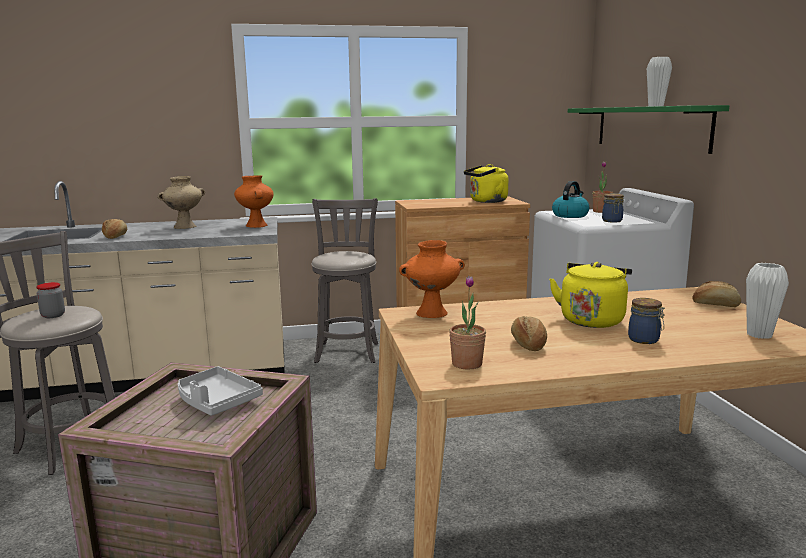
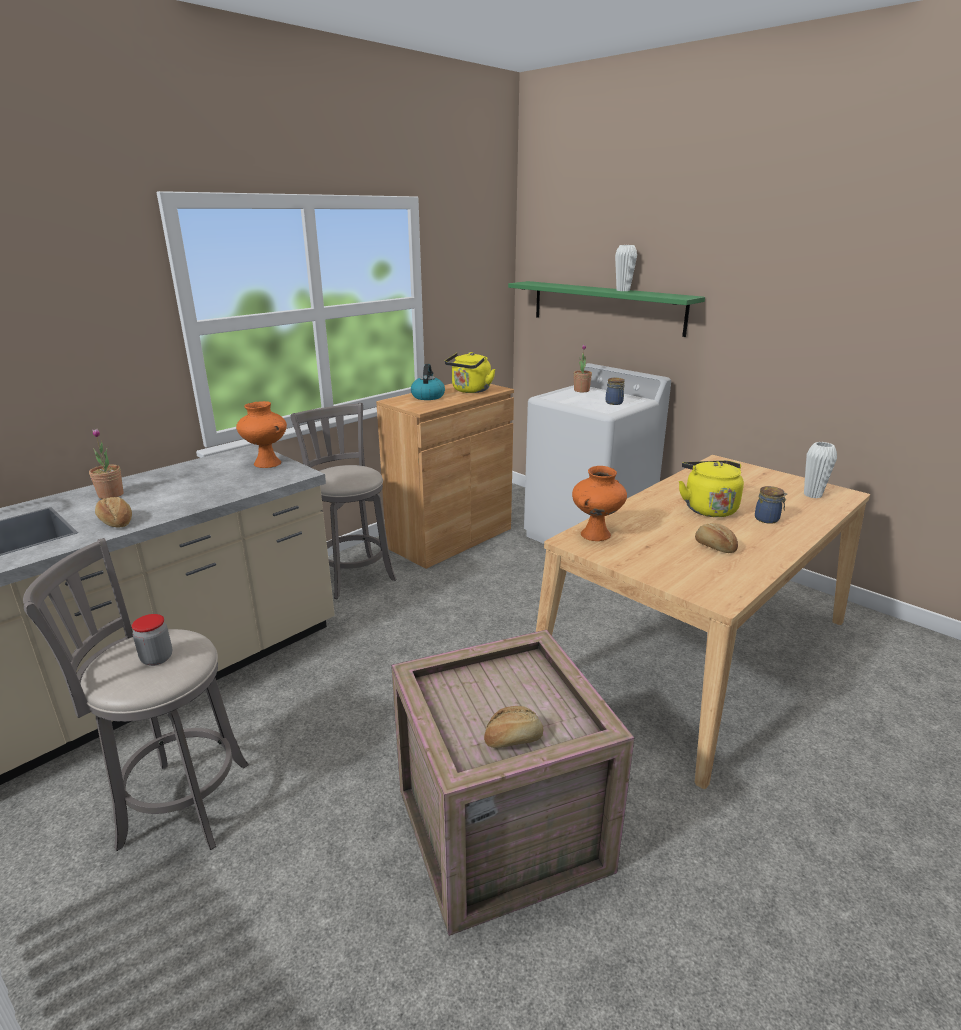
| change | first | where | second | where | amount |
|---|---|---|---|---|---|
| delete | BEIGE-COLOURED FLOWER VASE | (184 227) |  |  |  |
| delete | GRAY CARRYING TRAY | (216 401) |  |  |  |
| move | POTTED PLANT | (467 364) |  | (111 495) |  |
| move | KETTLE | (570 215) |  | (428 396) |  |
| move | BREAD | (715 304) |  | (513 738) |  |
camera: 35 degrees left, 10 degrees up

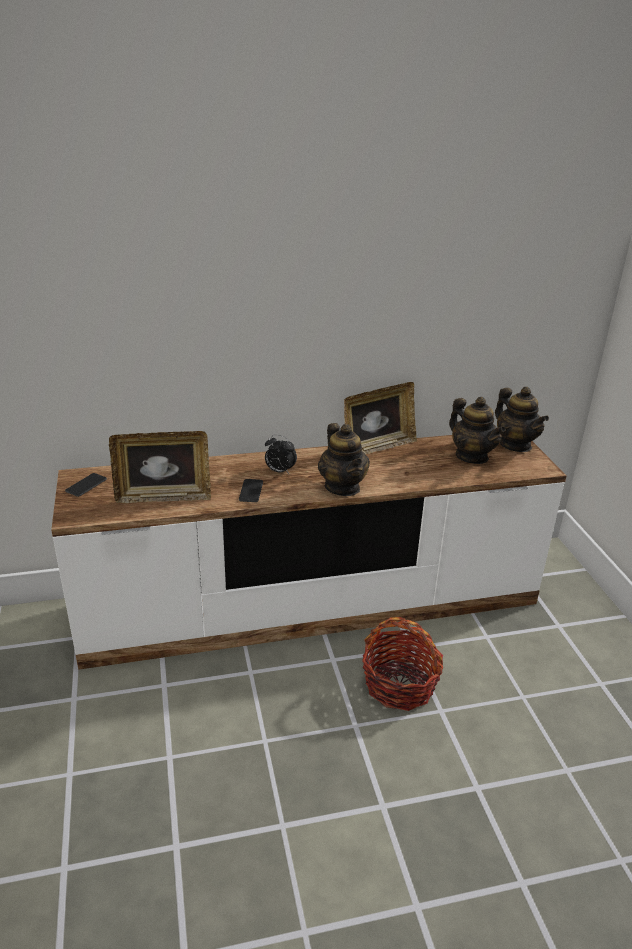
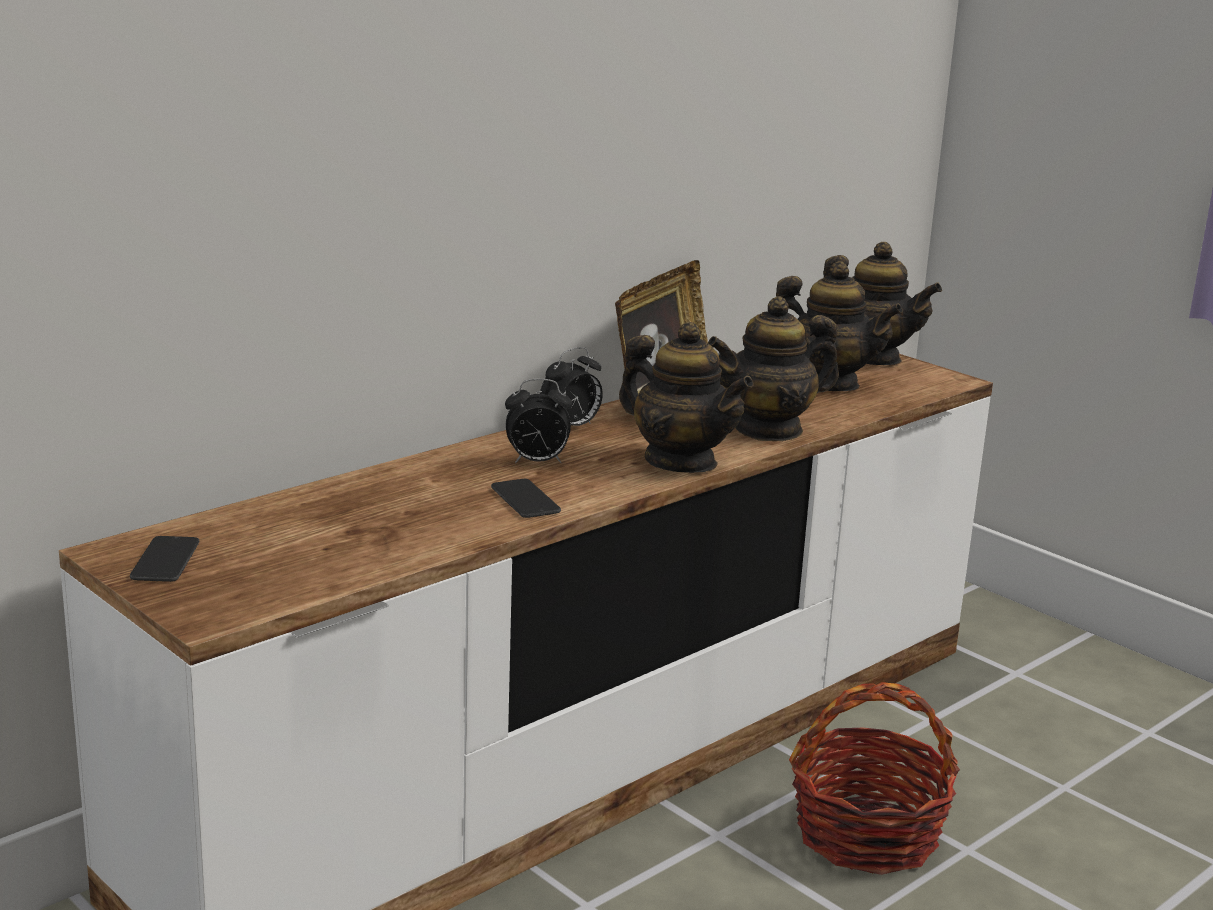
| change | first | where | second | where | amount |
|---|---|---|---|---|---|
| delete | PICTURE FRAME | (163 497) |  |  |  |
| insert |  |  | BEDSIDE CLOCK | (571 427) |  |
| insert |  |  | TEAPOT | (769 429) |  |
camera: 30 degrees left, 10 degrees down

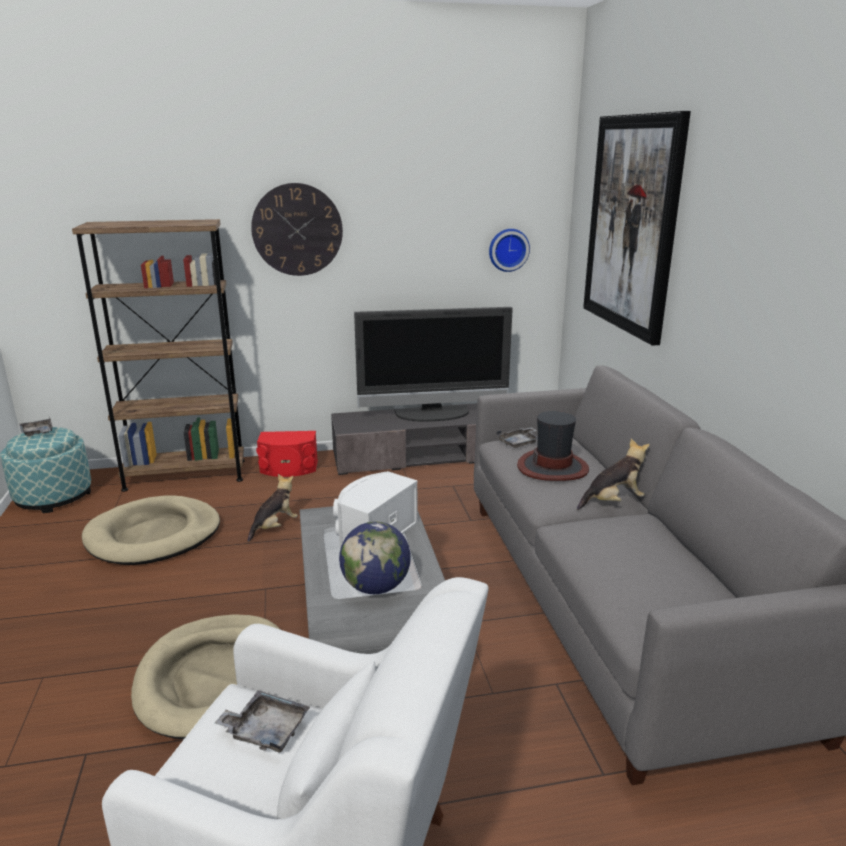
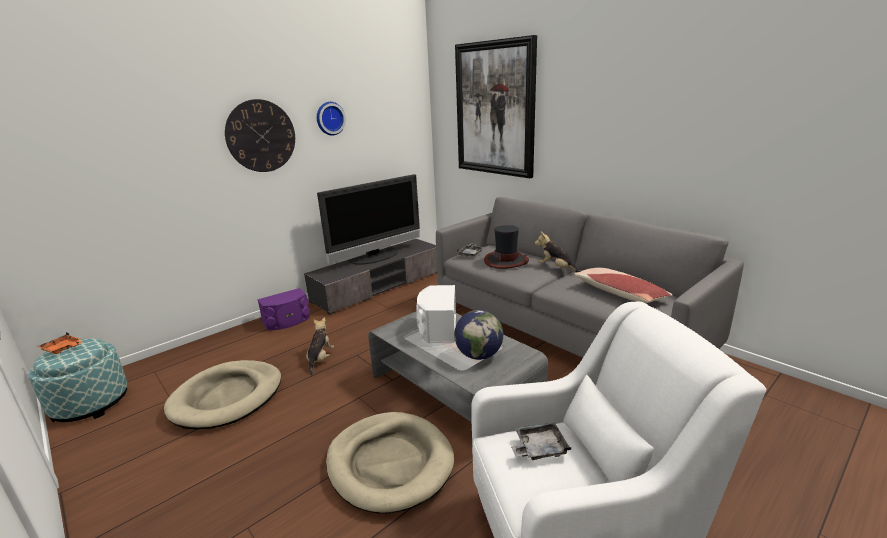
| change | first | where | second | where | amount |
|---|---|---|---|---|---|
| delete | BROWN BOOKSHELF | (185 475) |  |  |  |
| insert |  |  | CUSHION | (619 293) |  |
| move | CLOCK ON THE WALL | (508 249) |  | (329 118) |  |
| recolor | GRAY CARRYING TRAY | (38 433) | ORANGE CARRYING TRAY | (62 349) |  |
| recolor | REDDISH AUDIO SPEAKER | (288 468) | PURPLISH AUDIO SPEAKER | (287 321) |  |
| rotate | PLUSH TOY | (613 502) |  | (556 269) | 90 degrees counterclockwise |
camera: 30 degrees left, 0 degrees up

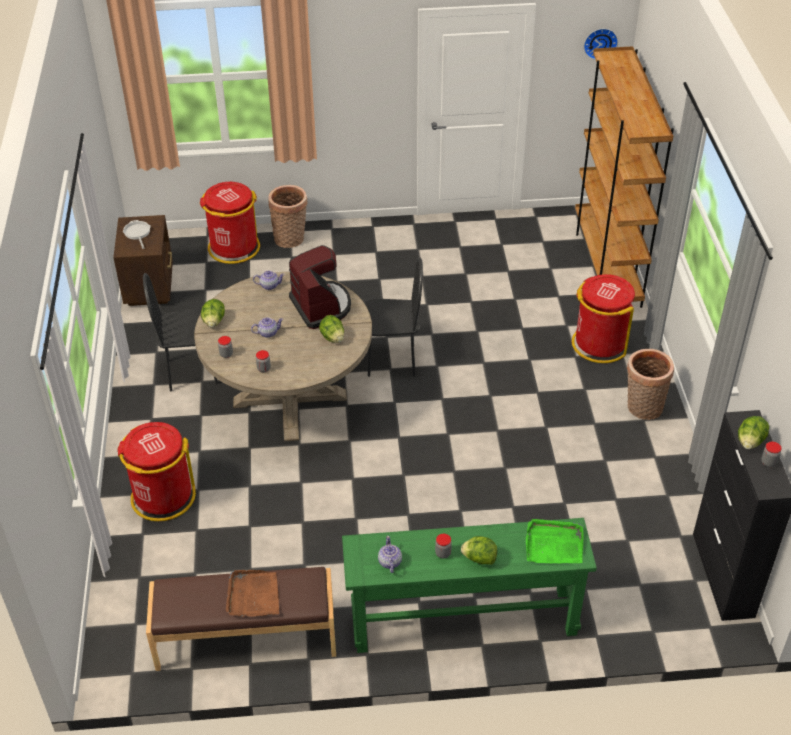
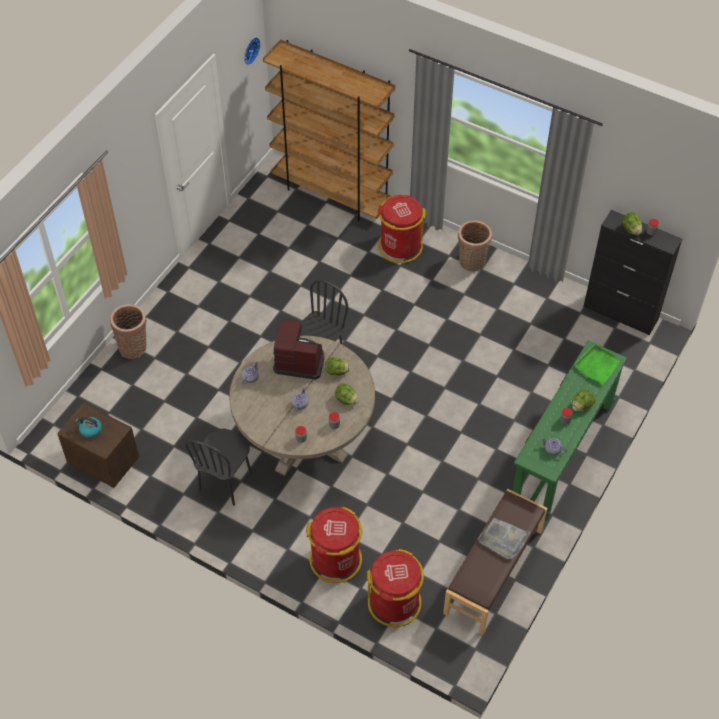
| change | first | where | second | where | amount |
|---|---|---|---|---|---|
| move | REDDISH TRASH CAN | (233 248) |  | (395 603) |  |
| move | LETTUCE HEAD | (214 322) |  | (346 400) |  |
| replace | FRYING PAN | (137 233) | KETTLE | (90 430) |  |
| recolor | BROWN CARRYING TRAY | (253 596) | GRAY CARRYING TRAY | (503 539) |  |
camera: 55 degrees left, 10 degrees up

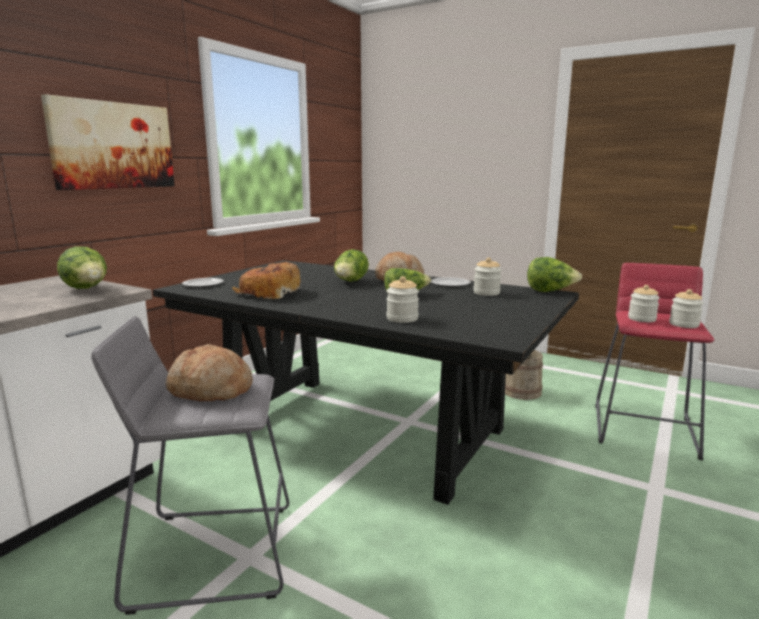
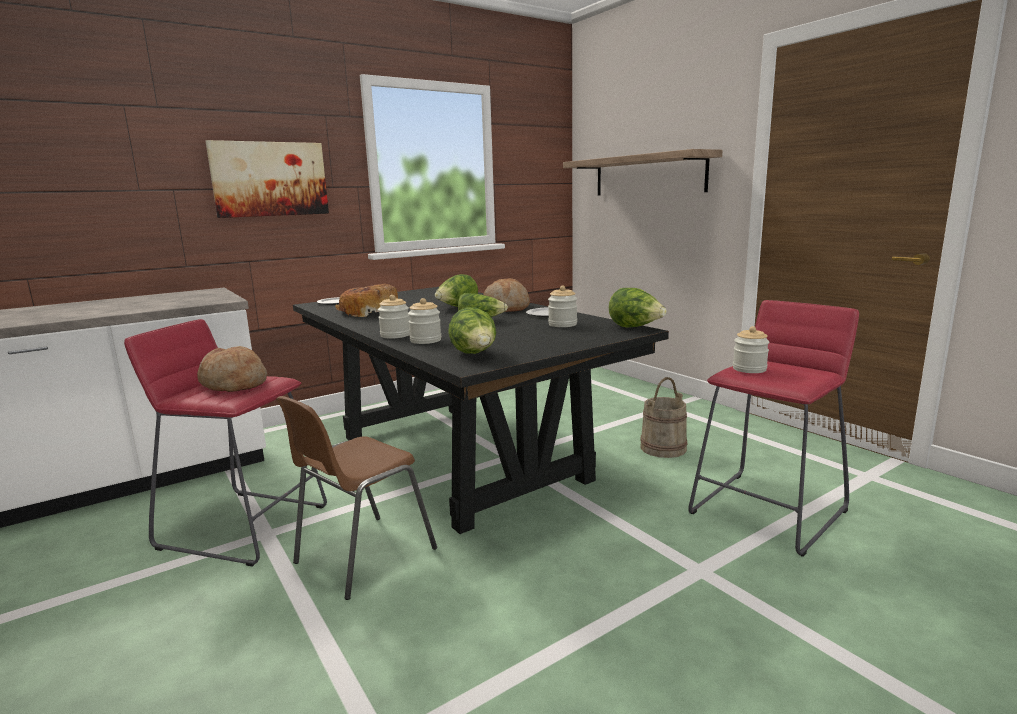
| change | first | where | second | where | amount |
|---|---|---|---|---|---|
| insert |  |  | BROWN PLAIN CHAIR | (361 556) |  |
| insert |  |  | WALL SHELF | (648 175) |  |
| move | LETTUCE HEAD | (87 289) |  | (475 354) |  |
| move | STORAGE JAR | (684 324) |  | (395 335) |  |
| recolor | GRAY STOOL | (213 554) | REDDISH STOOL | (244 526) |  |
camera: 25 degrees right, 0 degrees up

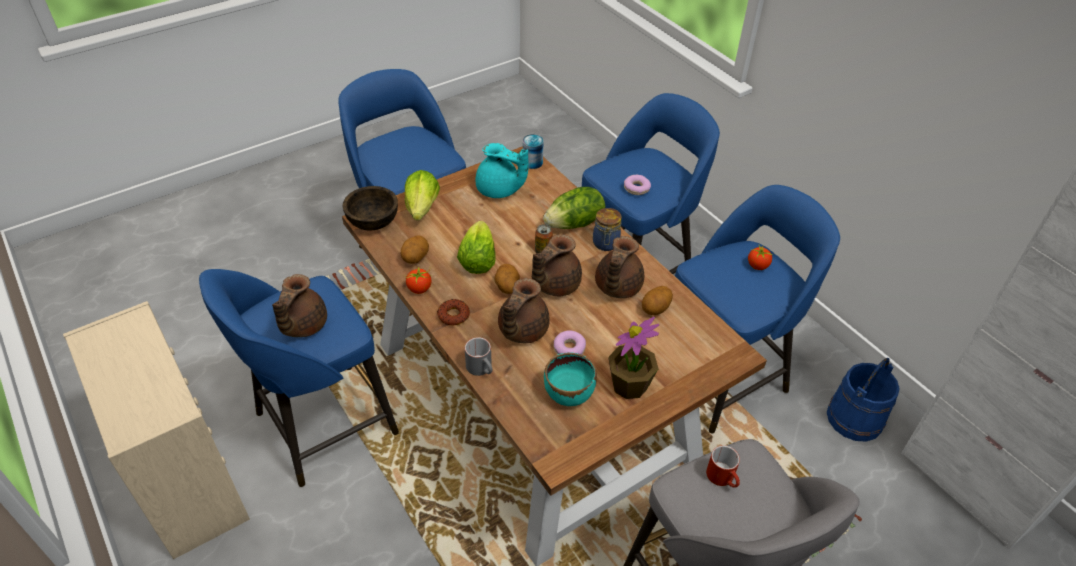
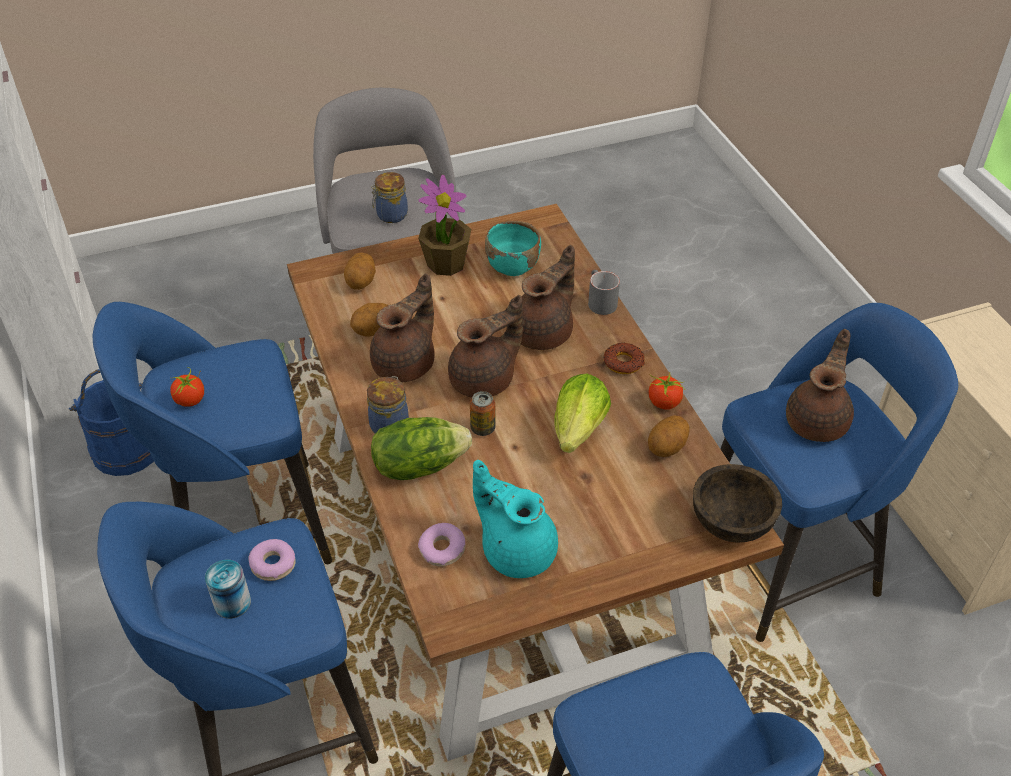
| change | first | where | second | where | amount |
|---|---|---|---|---|---|
| delete | LETTUCE HEAD | (422 208) |  |  |  |
| move | SPUD | (507 288) |  | (361 282) |  |
| move | CAN | (532 162) |  | (232 603) |  |
| move | DOUGHNUT | (569 348) |  | (442 549) |  |
| replace | REDDISH MUG | (724 478) | STORAGE JAR | (390 215) |  |
camera: 165 degrees left, 0 degrees up

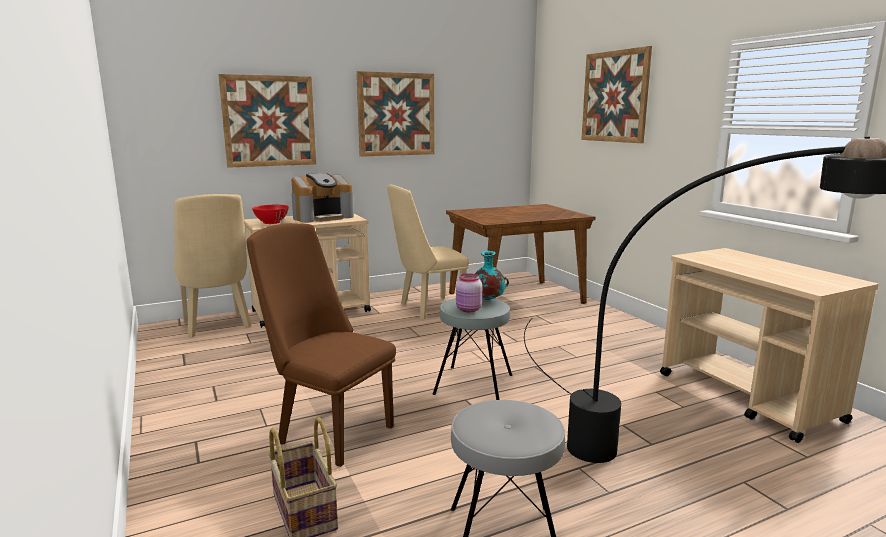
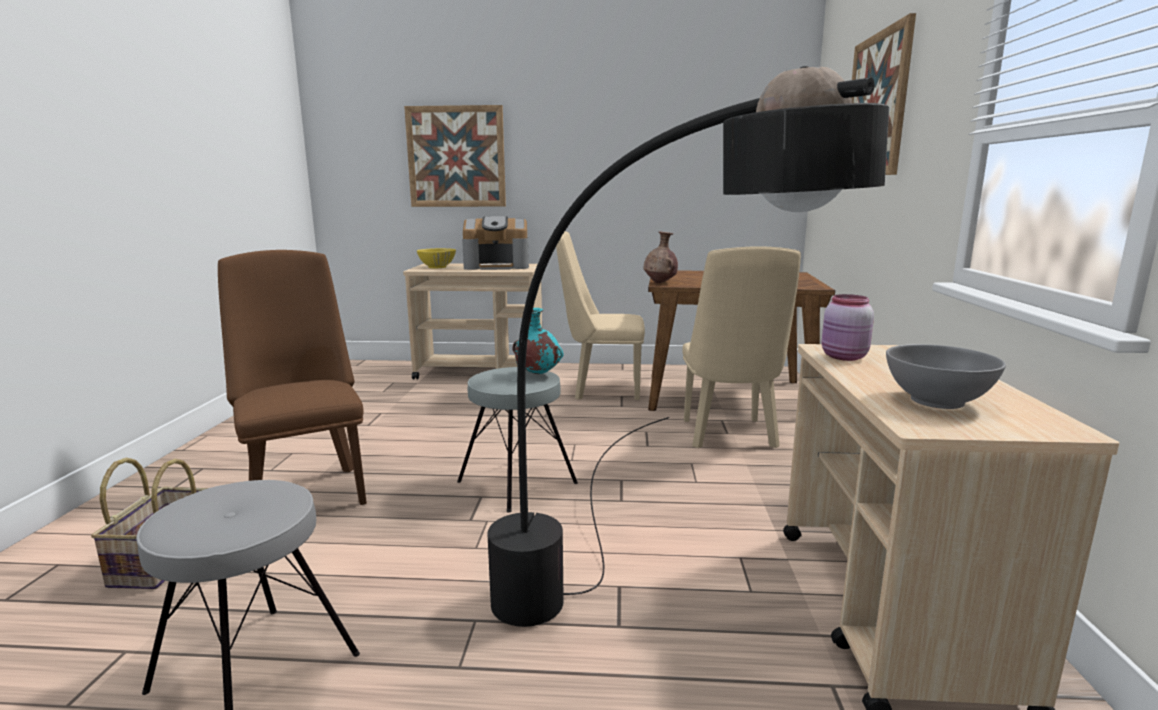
| change | first | where | second | where | amount |
|---|---|---|---|---|---|
| delete | WALL PICTURE | (396 114) |  |  |  |
| insert |  |  | BROWN FLOWER VASE | (660 283) |  |
| insert |  |  | GRAY DEEP DISH | (937 401) |  |
| move | BEIGE-COLOURED PLAIN CHAIR | (217 326) |  | (730 437) |  |
| move | PINK-COLOURED STORAGE JAR | (468 310) |  | (844 357) |  |
| recolor | REDDISH DEEP DISH | (271 222) | YELLOWISH DEEP DISH | (437 267) |  |
camera: 30 degrees right, 0 degrees up

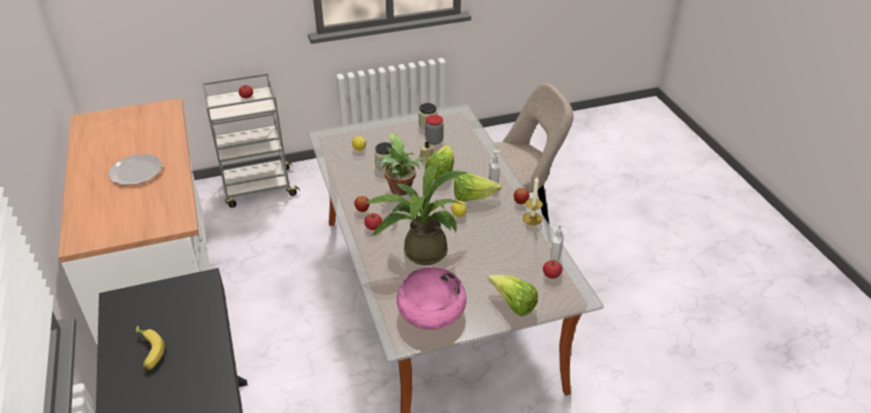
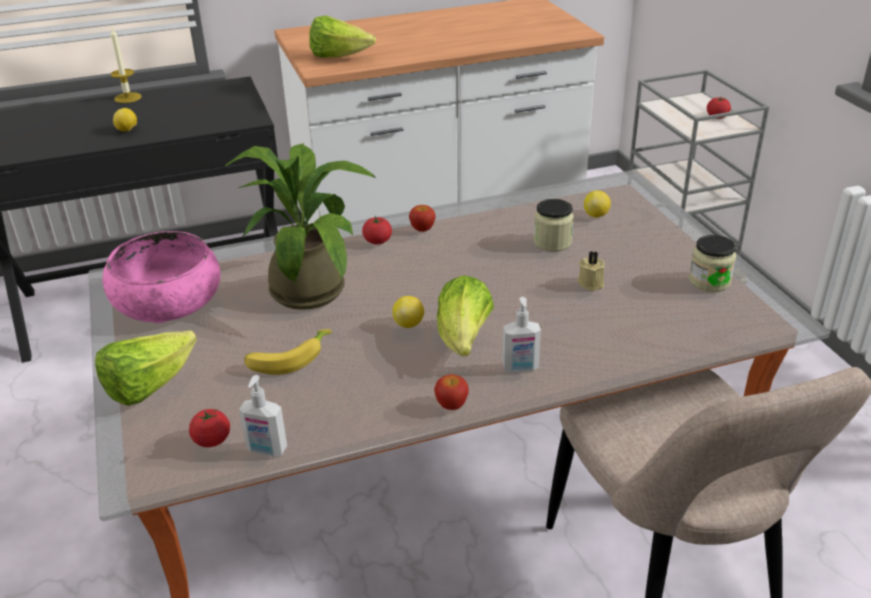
| change | first | where | second | where | amount |
|---|---|---|---|---|---|
| delete | FLAT DISH | (136 172) |  |  |  |
| delete | POTTED PLANT | (401 191) |  |  |  |
| delete | STORAGE JAR | (434 141) |  |  |  |
| insert |  |  | WHOLE LEMON | (127 130) |  |
| move | WHOLE BANANA | (147 352) |  | (288 358) |  |
| move | LETTUCE HEAD | (441 172) |  | (339 57) |  |
| move | WAX CANDLE | (532 218) |  | (128 98) |  |
camera: 90 degrees right, 5 degrees down

